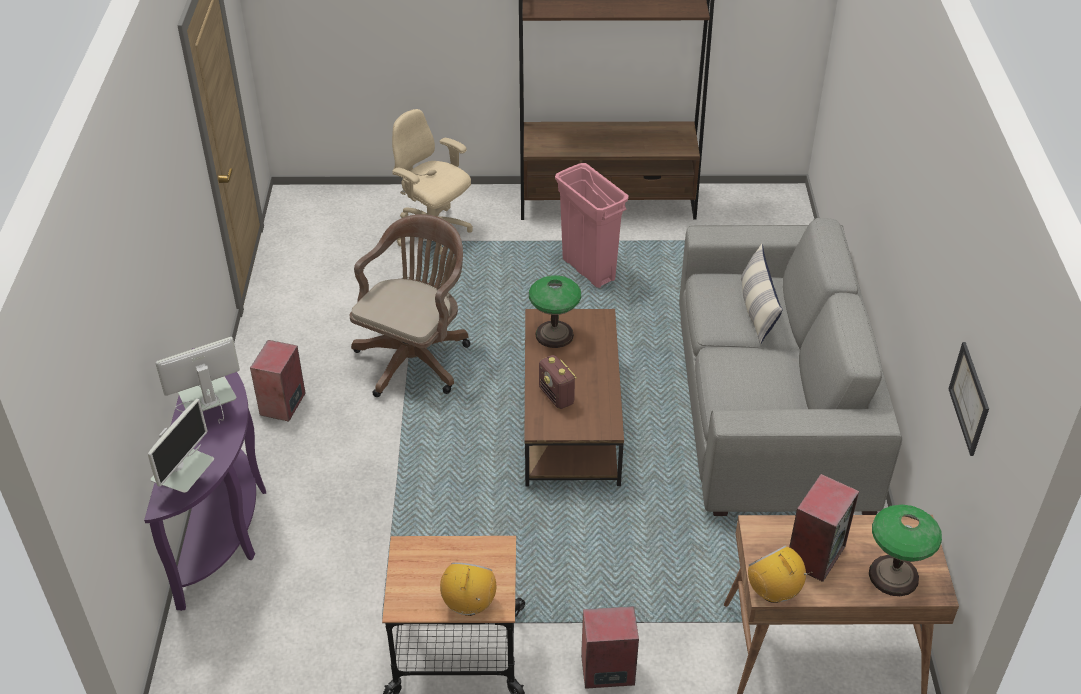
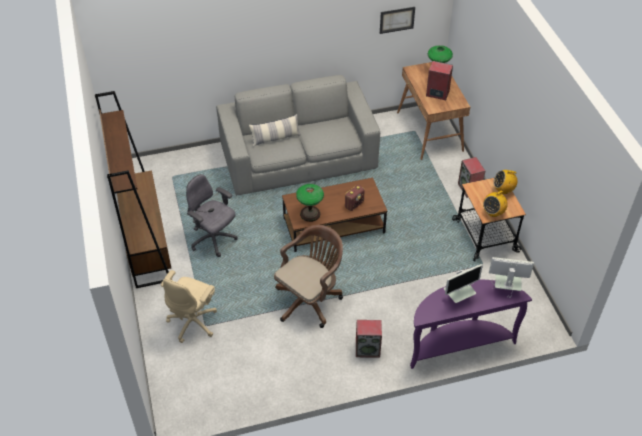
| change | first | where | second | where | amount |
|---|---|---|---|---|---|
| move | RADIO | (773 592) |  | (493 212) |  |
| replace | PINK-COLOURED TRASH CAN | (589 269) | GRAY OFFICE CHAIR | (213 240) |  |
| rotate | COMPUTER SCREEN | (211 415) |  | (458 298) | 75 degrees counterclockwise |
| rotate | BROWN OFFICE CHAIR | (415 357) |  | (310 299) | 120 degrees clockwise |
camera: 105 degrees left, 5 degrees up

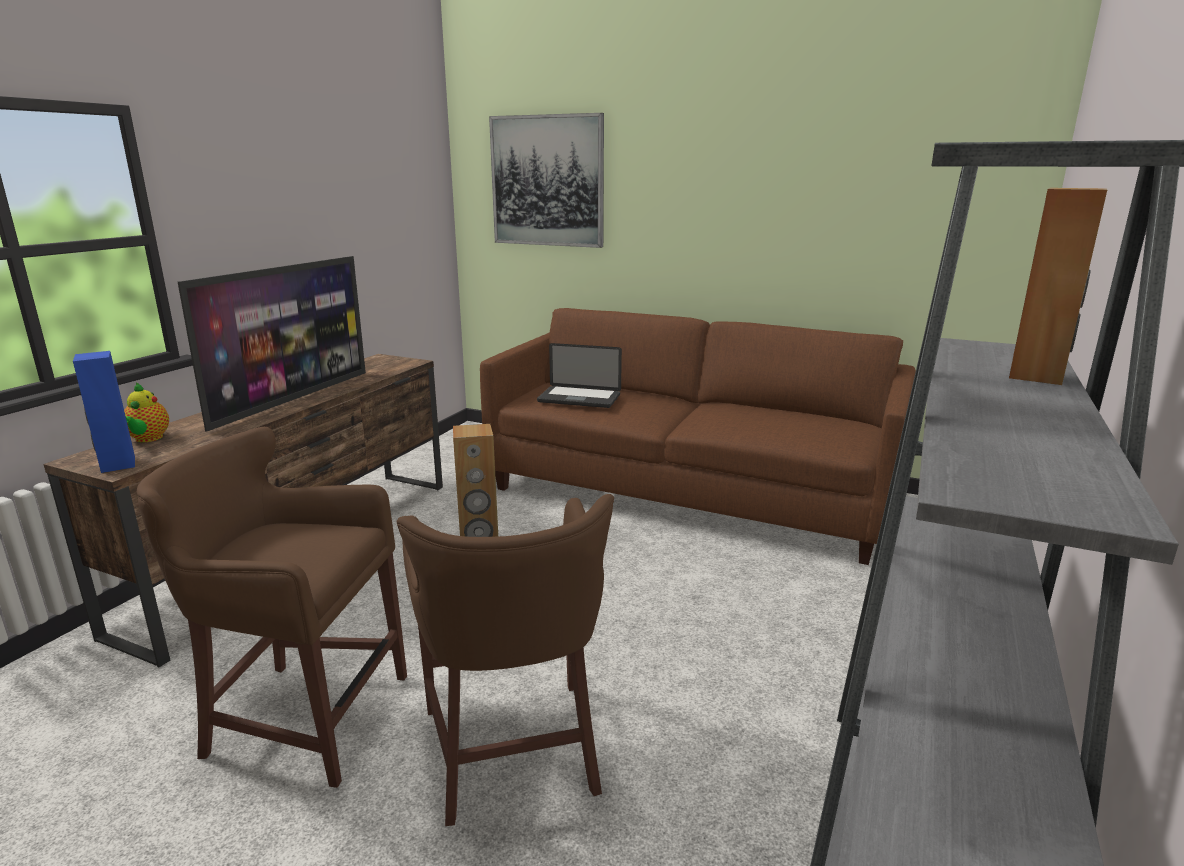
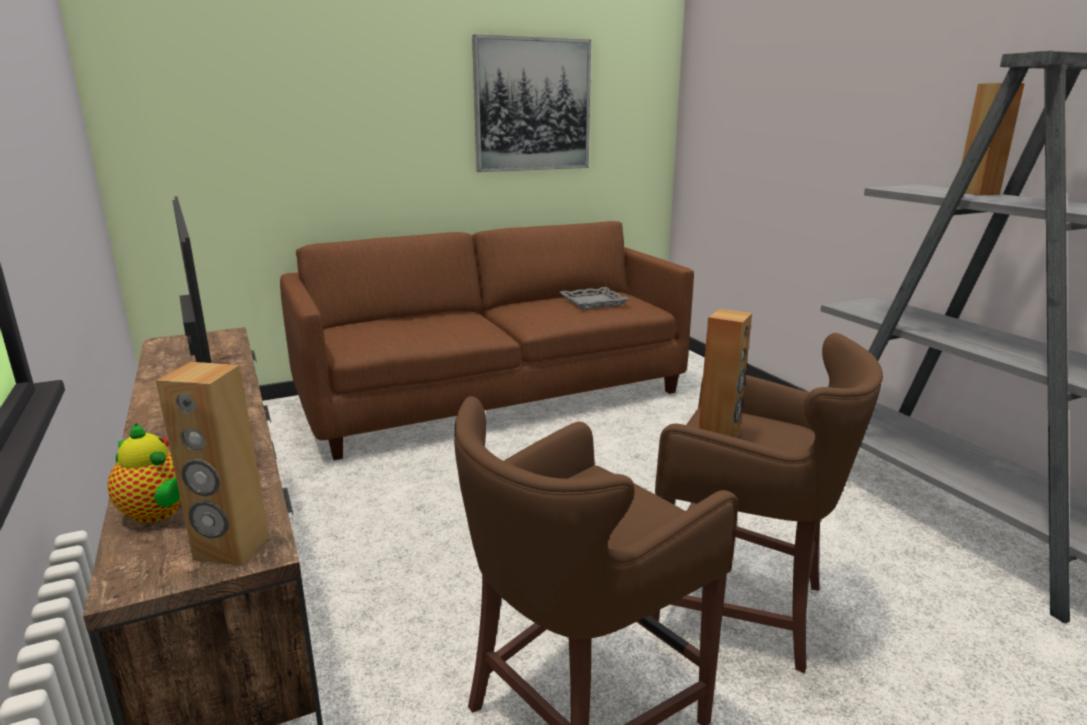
| change | first | where | second | where | amount |
|---|---|---|---|---|---|
| delete | PORTABLE COMPUTER | (579 398) |  |  |  |
| insert |  |  | GRAY CARRYING TRAY | (593 302) |  |
| move | WALL PICTURE | (547 181) |  | (532 105) |  |
| recolor | BLUE-COLOURED AUDIO SPEAKER | (117 464) | BROWN AUDIO SPEAKER | (231 549) |  |
camera: 50 degrees left, 0 degrees up

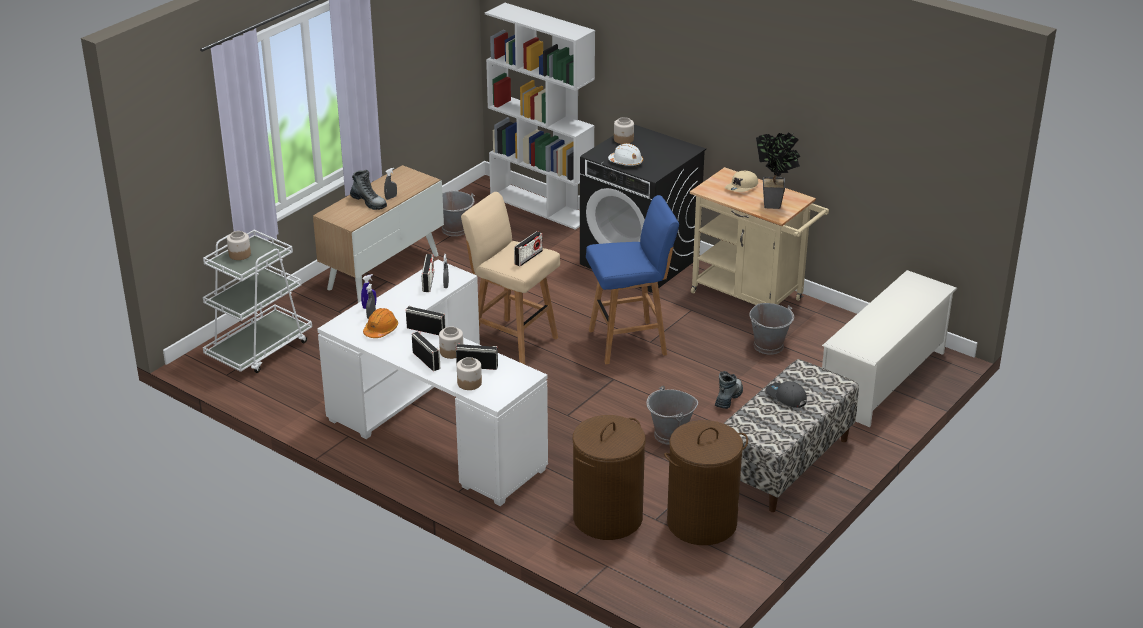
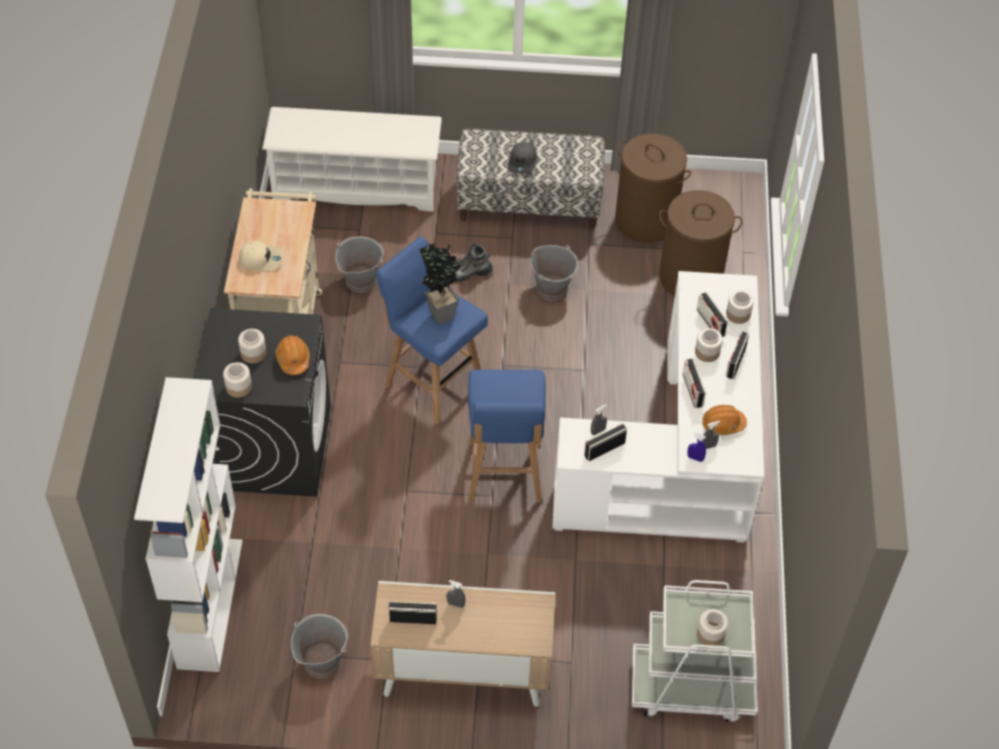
| change | first | where | second | where | amount |
|---|---|---|---|---|---|
| delete | HIGH-TOP BOOT | (369 202) |  |  |  |
| insert |  |  | STORAGE JAR | (253 353) |  |
| move | RADIO | (528 257) |  | (413 619) |  |
| move | POTTED PLANT | (775 205) |  | (442 312) |  |
| recolor | BEIGE-COLOURED STOOL | (512 341) | BLUE-COLOURED STOOL | (504 474) |  |
| recolor | WHITE SAFETY HELMET | (626 162) | ORANGE SAFETY HELMET | (293 359) |  |
camera: 125 degrees left, 20 degrees up

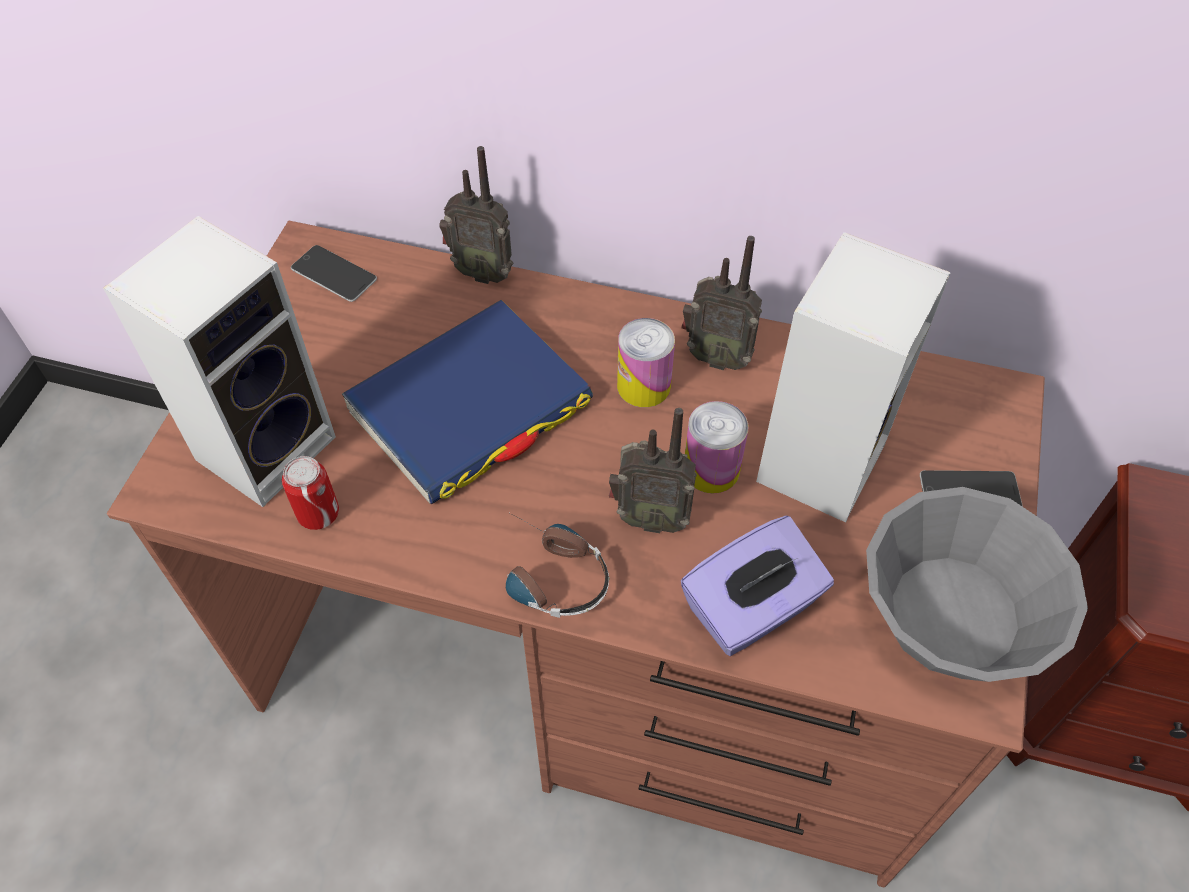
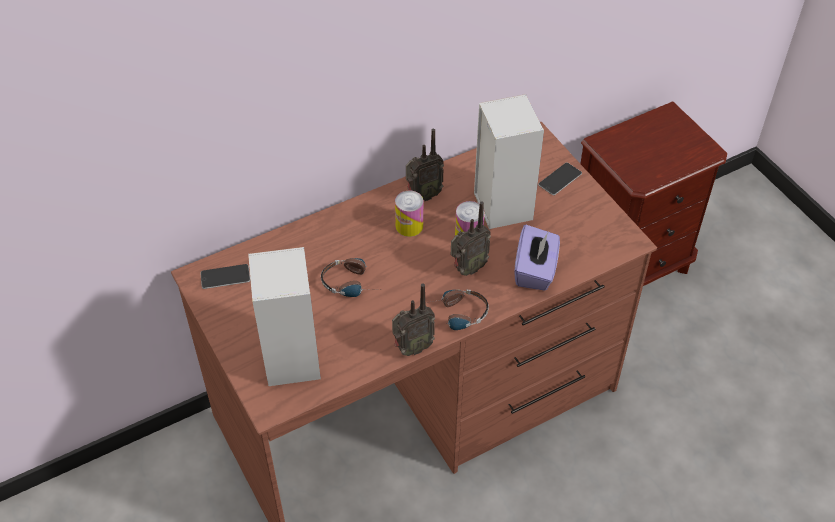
| change | first | where | second | where | amount |
|---|---|---|---|---|---|
| delete | CAN | (318 513) |  |  |  |
| delete | GRAY DEEP DISH | (953 615) |  |  |  |
| move | RADIO | (483 271) |  | (411 348) |  |
| replace | BLUE-COLOURED VOLUME | (470 407) | HEADSET | (353 283) |  |
camera: 45 degrees left, 5 degrees down

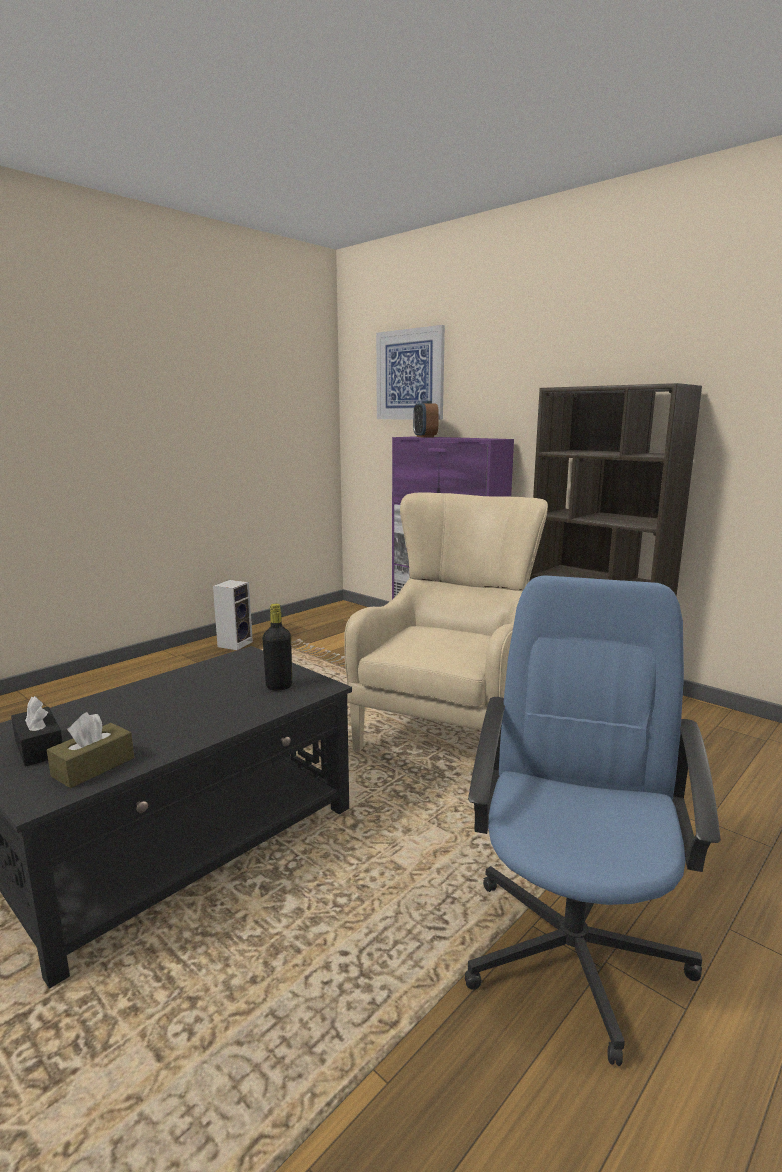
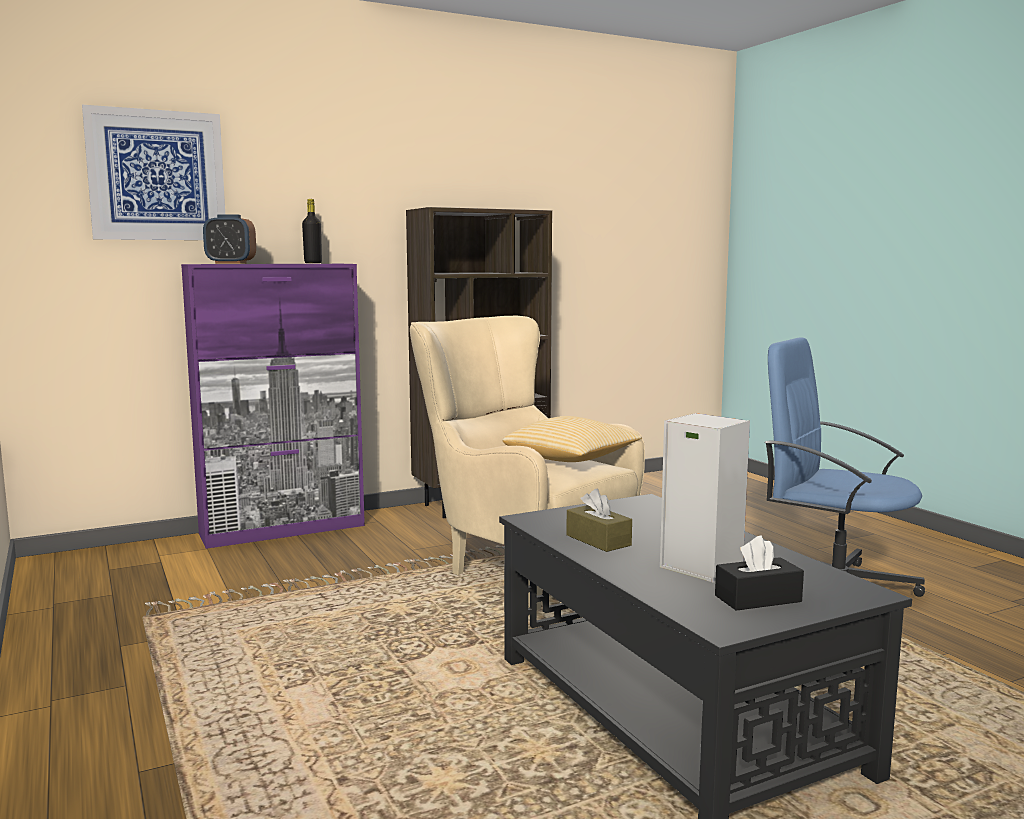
| change | first | where | second | where | amount |
|---|---|---|---|---|---|
| insert |  |  | CUSHION | (571 459) |  |
| move | BROWN BOX OF TISSUES | (93 767) |  | (598 540) |  |
| move | AUDIO SPEAKER | (235 643) |  | (697 567) |  |
| move | BLACK BEVERAGE BOTTLE | (279 686) |  | (313 263) |  |
camera: 70 degrees left, 5 degrees down

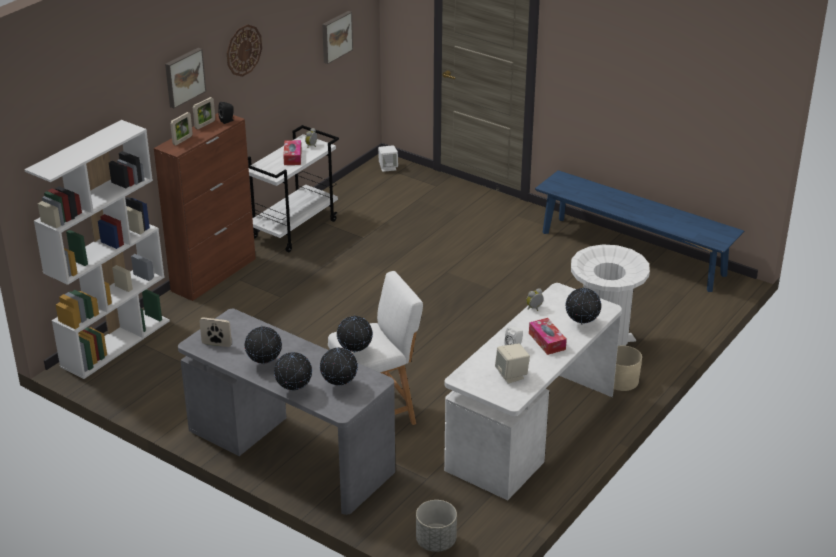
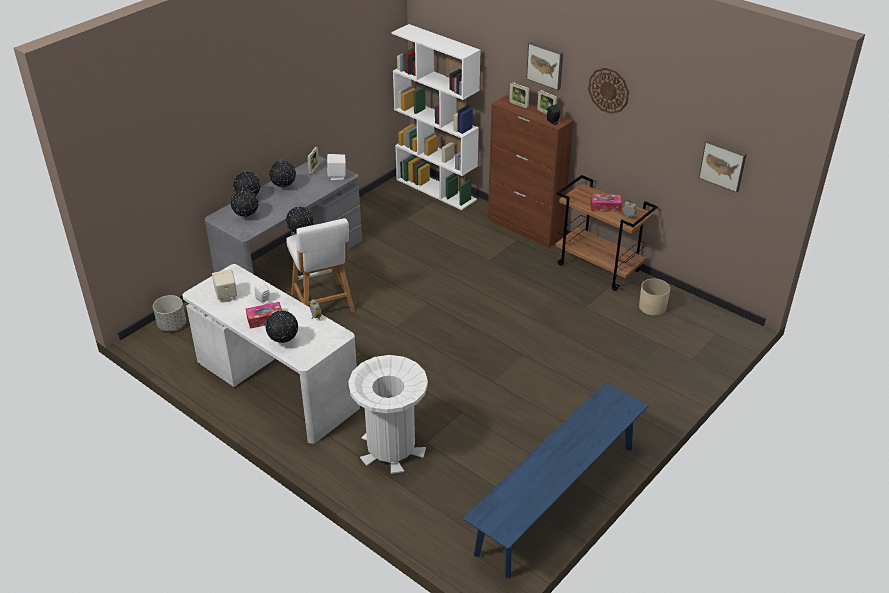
| change | first | where | second | where | amount |
|---|---|---|---|---|---|
| move | WHITE AUDIO SPEAKER | (388 167) |  | (337 176) |  |
| move | BEIGE-COLOURED FLOWER POT | (622 380) |  | (652 307) |  |
| recolor | WHITE CART | (294 228) | BROWN CART | (599 268) |  |
camera: 95 degrees right, 5 degrees up

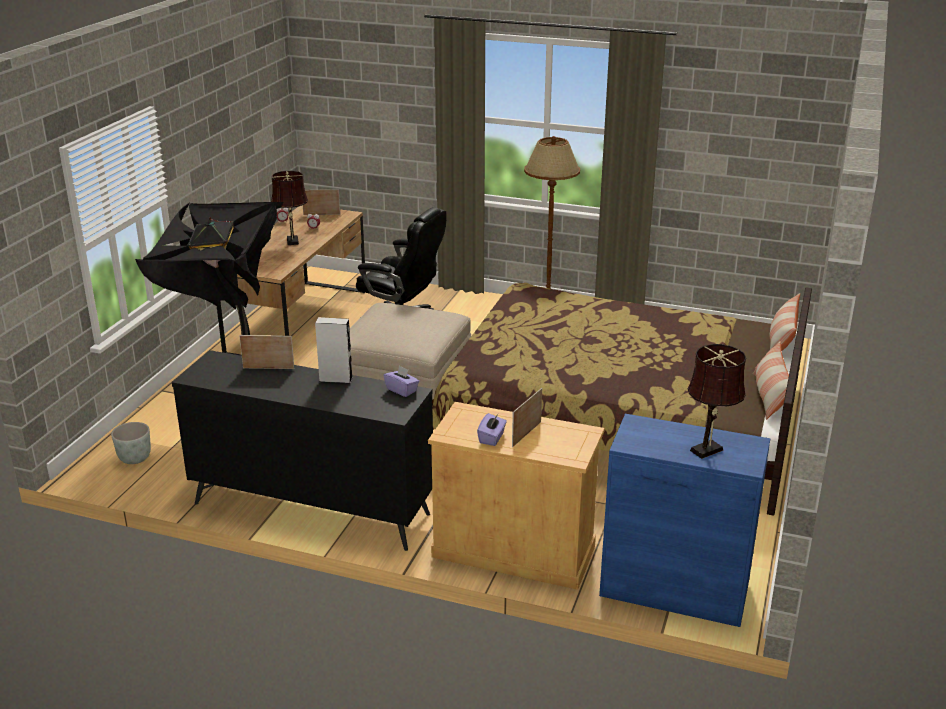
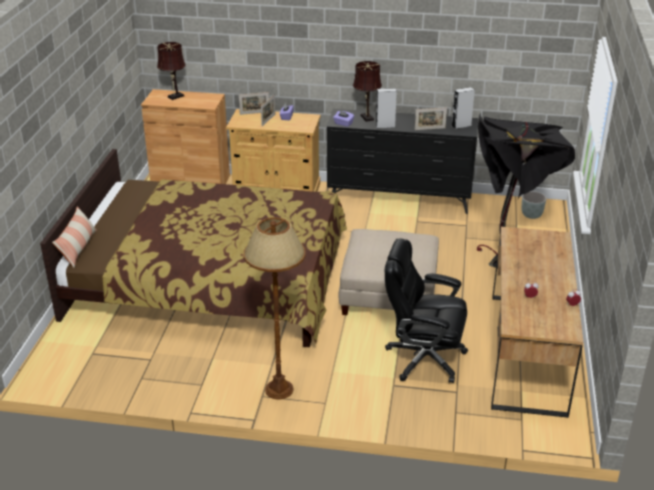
| change | first | where | second | where | amount |
|---|---|---|---|---|---|
| delete | CUSHION | (769 396) |  |  |  |
| insert |  |  | GRAY AUDIO SPEAKER | (461 126) |  |
| move | BROWN LAMP FOR A TABLE | (292 242) |  | (366 117) |  |
| move | PICTURE FRAME | (321 214) |  | (254 113) |  |
| recolor | BLUE-COLOURED CUPBOARD | (674 589) | BROWN CUPBOARD | (190 181) |  |
camera: 170 degrees right, 5 degrees up

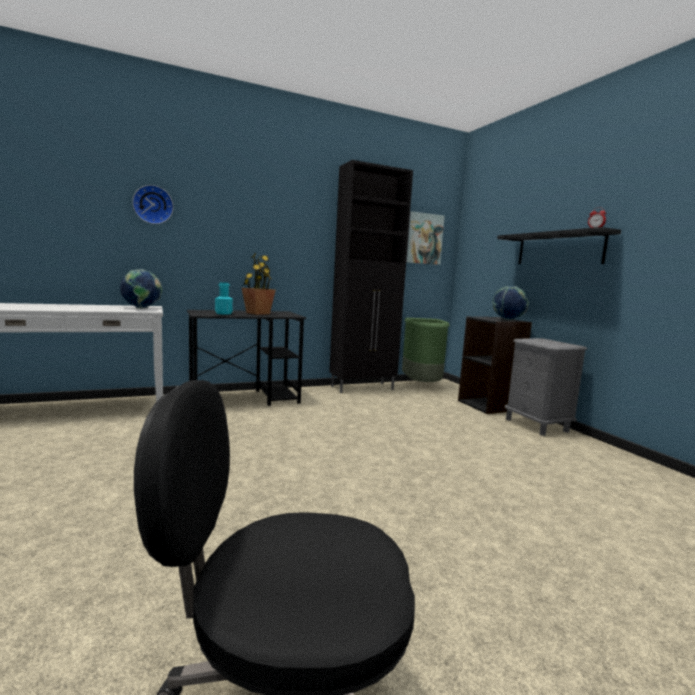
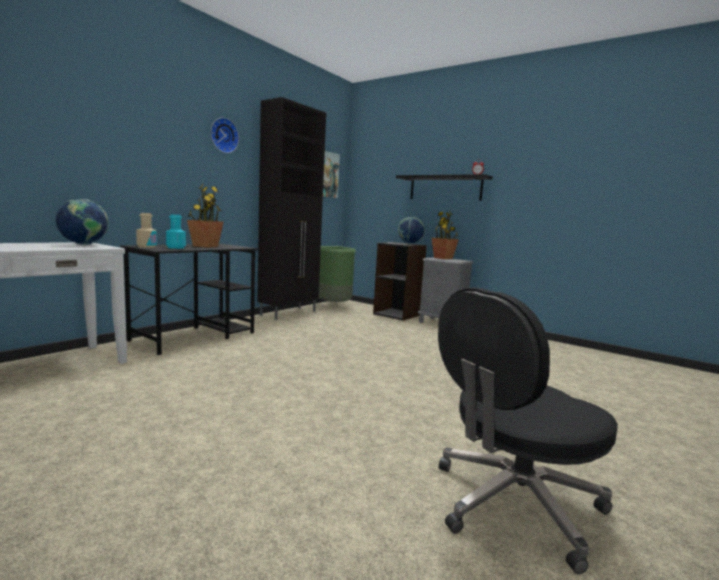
| change | first | where | second | where | amount |
|---|---|---|---|---|---|
| insert |  |  | BEIGE-COLOURED BEVERAGE BOTTLE | (146 247) |  |
| insert |  |  | POTTED PLANT | (443 258) |  |
| move | CLOCK ON THE WALL | (153 205) |  | (223 135) |  |
camera: 30 degrees left, 0 degrees up

